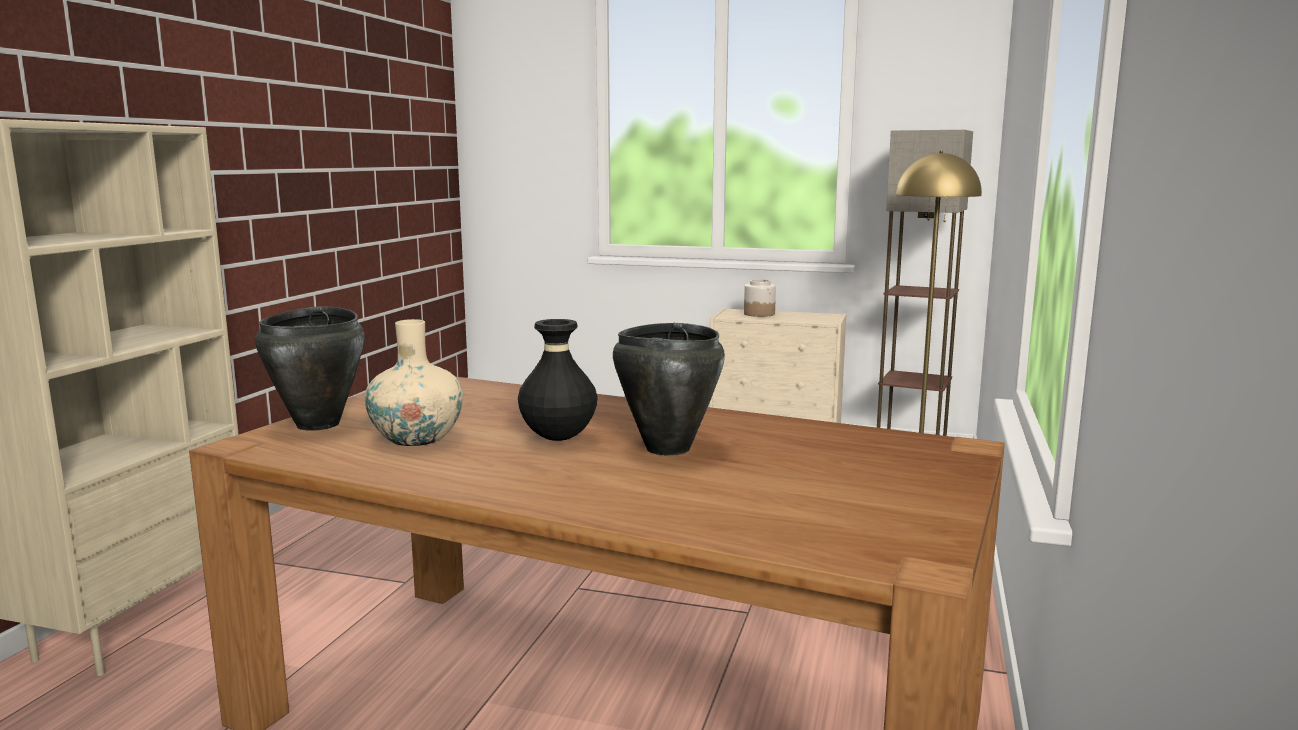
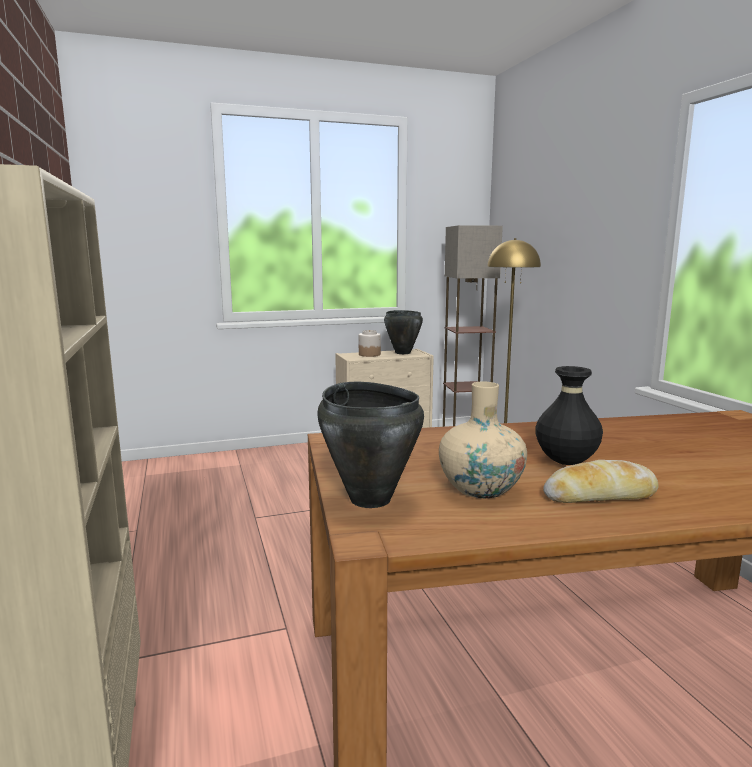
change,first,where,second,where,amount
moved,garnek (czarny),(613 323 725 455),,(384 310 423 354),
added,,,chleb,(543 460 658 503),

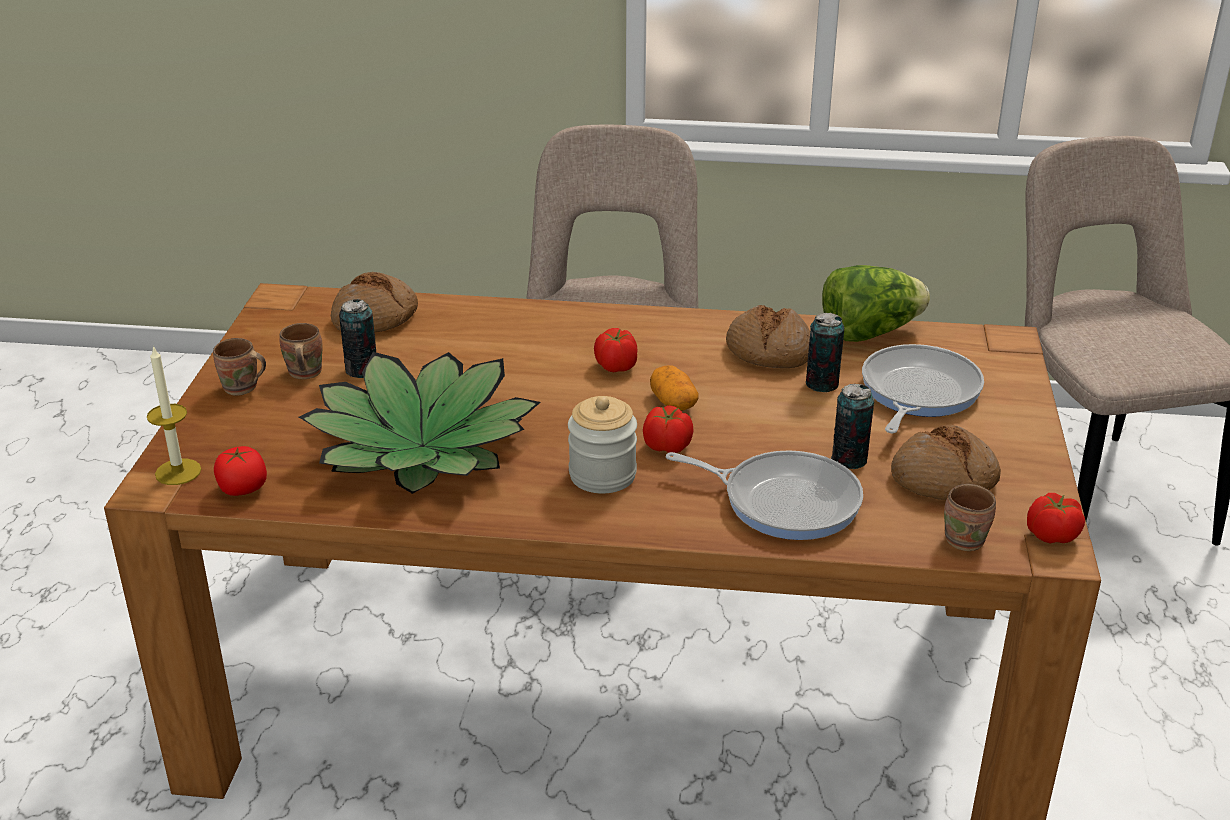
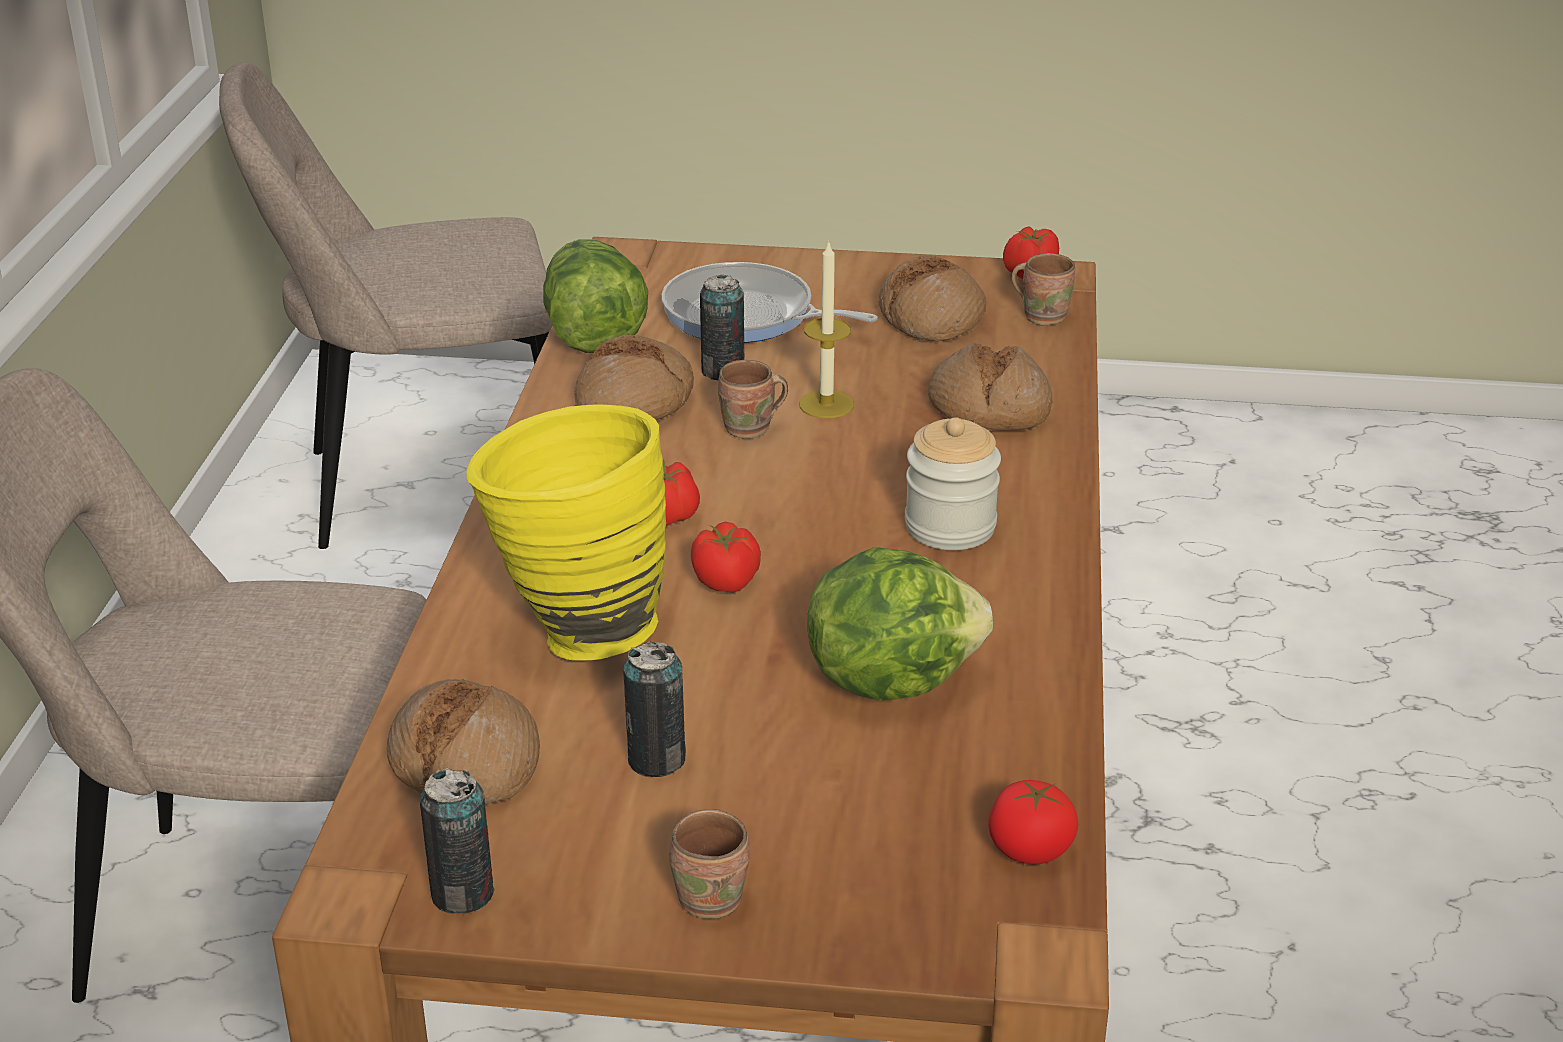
change,first,where,second,where,amount
moved,puszka,(831 384 874 469),,(420 768 495 914),
added,,,wazon (żółty),(466 404 666 661),
moved,pomidor,(643 405 694 453),,(691 522 761 593),
moved,kubek (brązowy),(279 323 322 379),,(718 360 788 439),
moved,świeca,(147 346 202 485),,(799 240 854 418),
replaced,roślina doniczkowa,(299 352 541 494),sałata,(807 547 993 701),
replaced,patelnia,(666 450 863 540),chleb,(928 343 1053 430),
removed,ziemniak,(650 365 699 411),,,

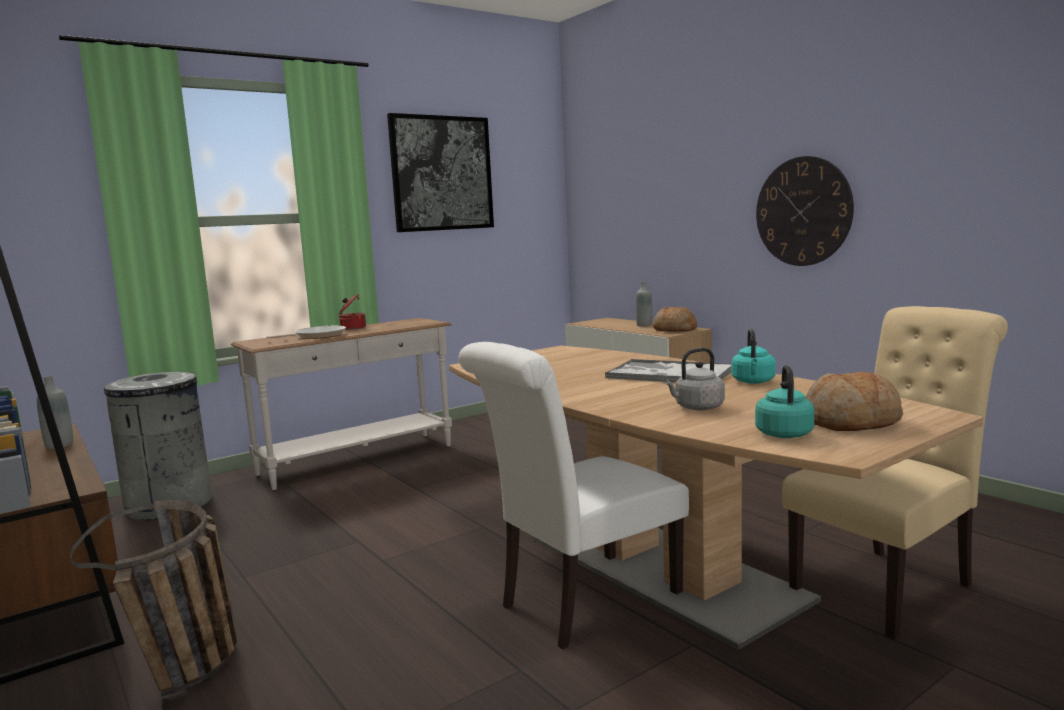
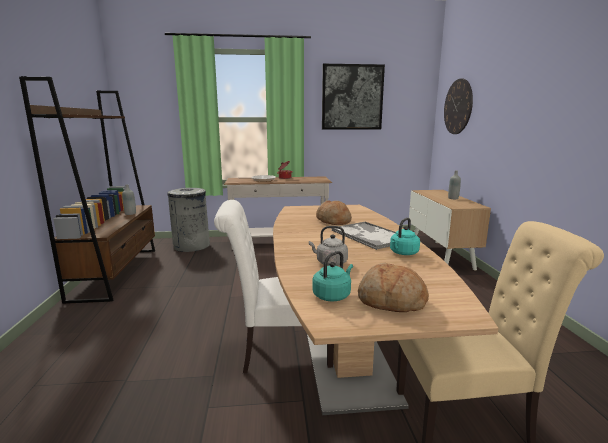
change,first,where,second,where,amount
moved,chleb,(652 307 697 332),,(316 200 352 225),
moved,zegar ścienny,(756 156 854 266),,(444 79 473 134),
removed,koszyk,(70 500 237 696),,,

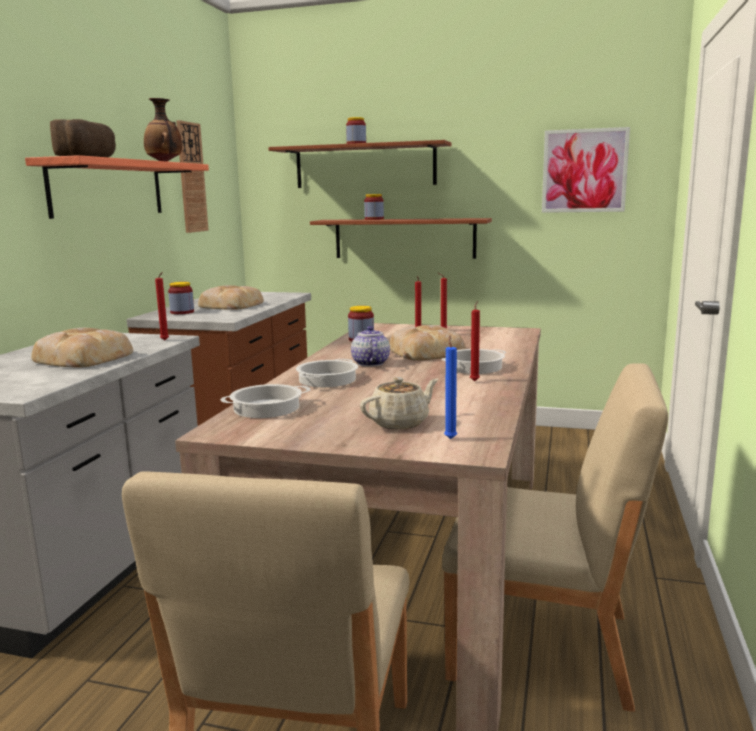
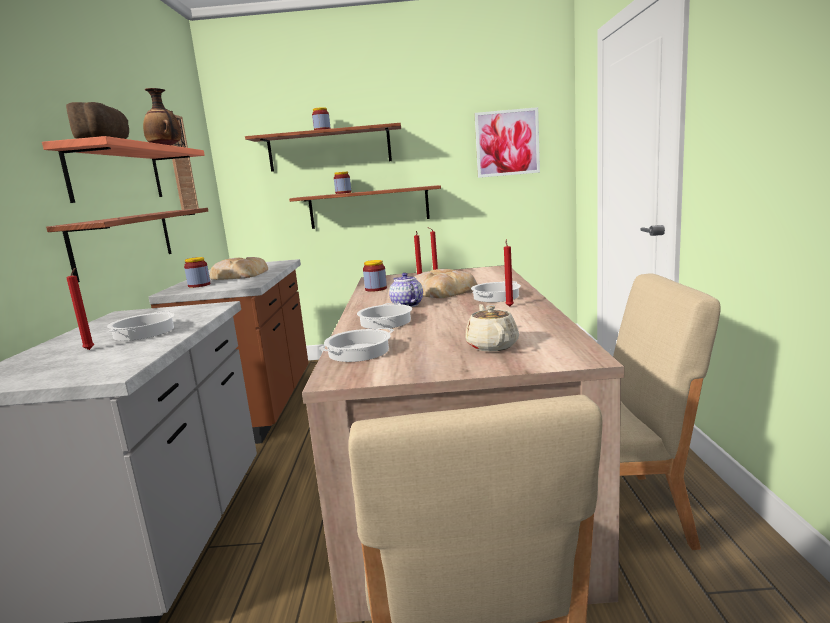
change,first,where,second,where,amount
added,,,półka,(46 208 208 282),
moved,świeca (czerwony),(155 272 169 340),,(66 268 94 350),
replaced,chleb,(31 328 133 368),garnek,(107 311 174 341),
turned,imbryk (beżowy),(360 377 438 429),,(465 304 519 352),45 degrees counterclockwise
removed,świeca (niebieski),(444 336 457 439),,,

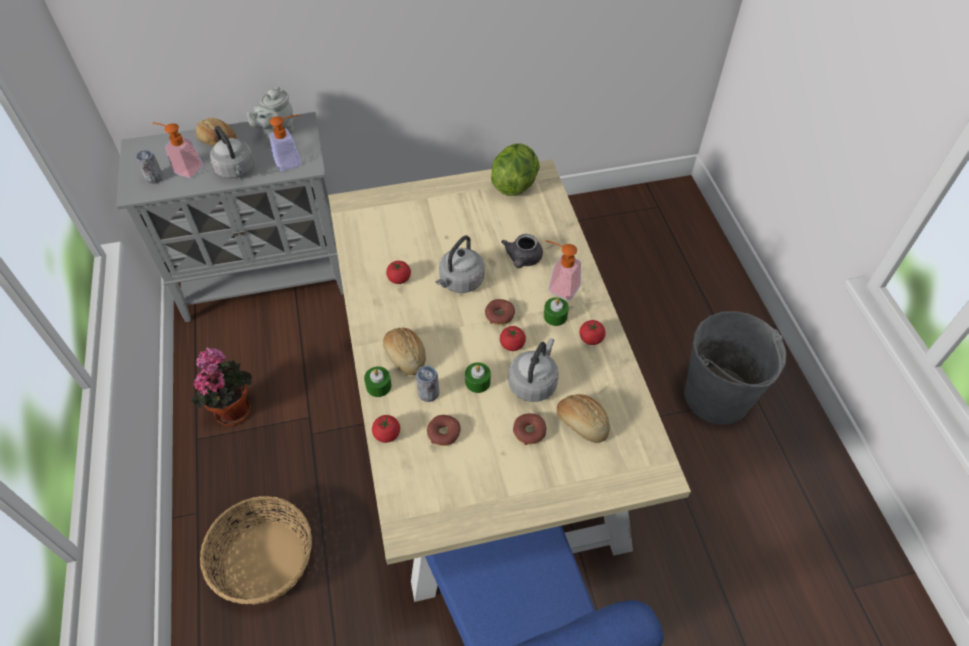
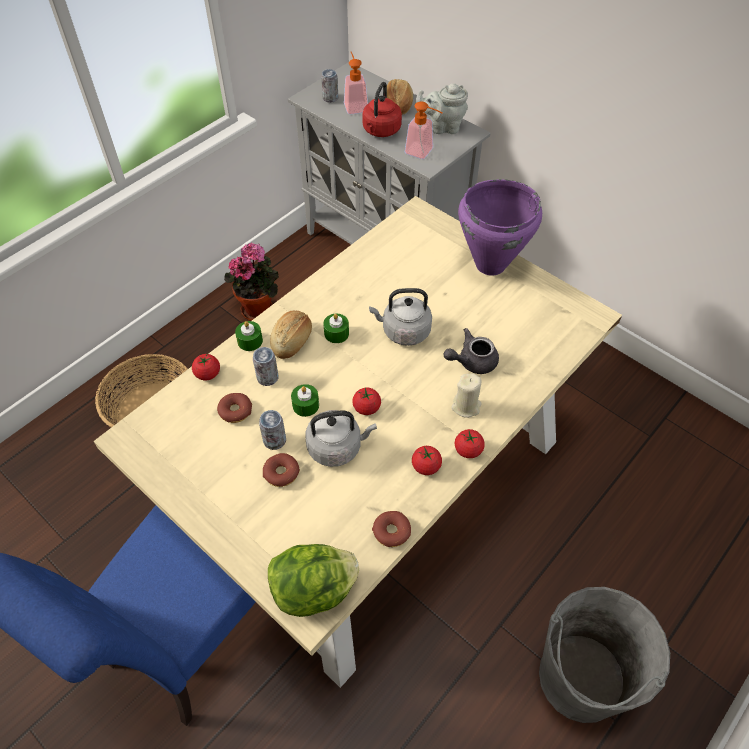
change,first,where,second,where,amount
added,,,puszka,(259 410 286 450),
moved,sałata,(491 143 540 196),,(268 544 359 617),
moved,świeca (zielony),(544 297 569 326),,(323 314 349 343),
recoloured,czajnik (szary),(210 126 254 179),czajnik (czerwony),(362 82 402 137),
moved,donut,(485 299 515 325),,(372 511 411 547),
replaced,dozownik mydła,(546 240 581 300),świeca (beżowy),(451 374 482 418),
moved,pomidor,(386 261 411 284),,(455 429 485 458),
added,,,garnek (fioletowy),(458 179 542 276),
removed,chleb,(557 394 610 443),,,

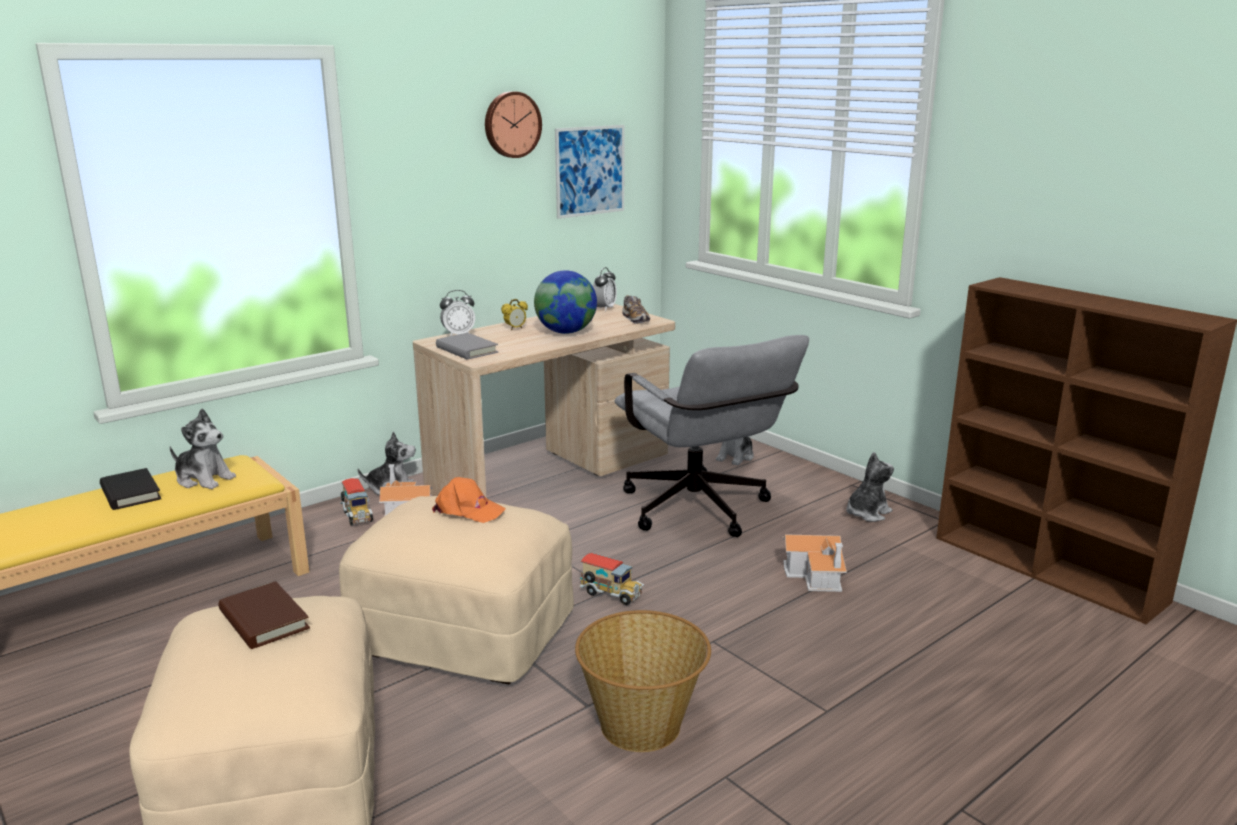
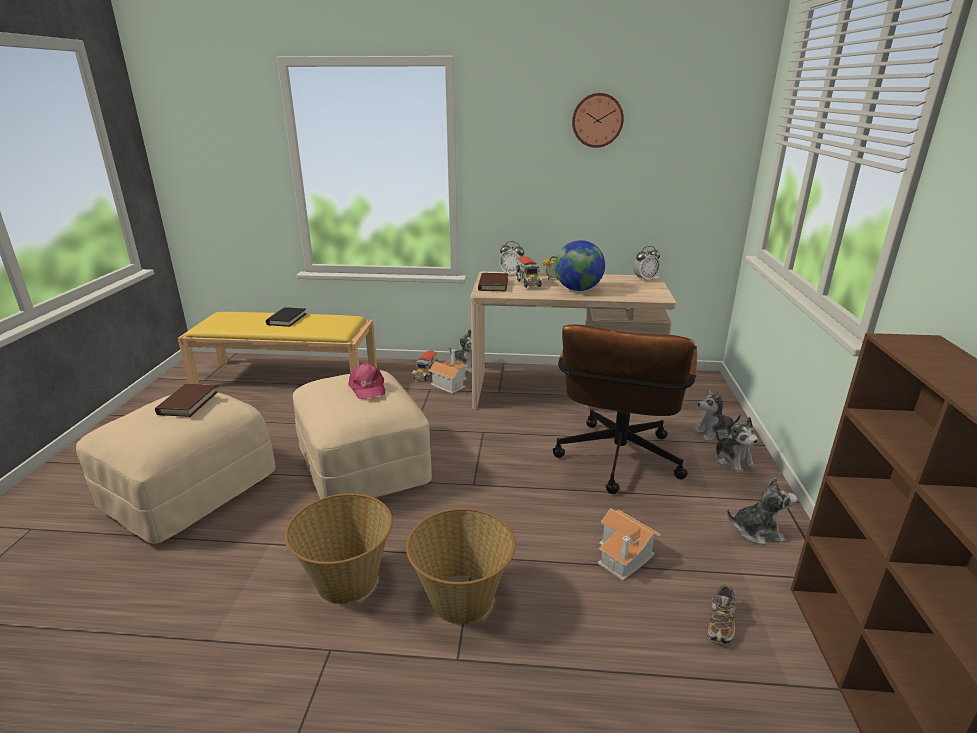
change,first,where,second,where,amount
recoloured,czapka z daszkiem (pomarańczowy),(432 477 506 523),czapka z daszkiem (różowy),(348 363 386 399),
added,,,koszyk,(406 508 516 624),
recoloured,książka (szary),(436 333 498 359),książka (brązowy),(478 273 508 291),
moved,ciężarówka zabawkowa,(580 553 644 605),,(515 256 542 288),
recoloured,krzesło biurowe (szary),(614 335 809 537),krzesło biurowe (brązowy),(553 324 697 494),
moved,but,(622 295 650 324),,(707 583 736 644),
moved,pluszak,(170 409 236 489),,(715 417 759 474),
removed,obraz,(555 125 624 219),,,

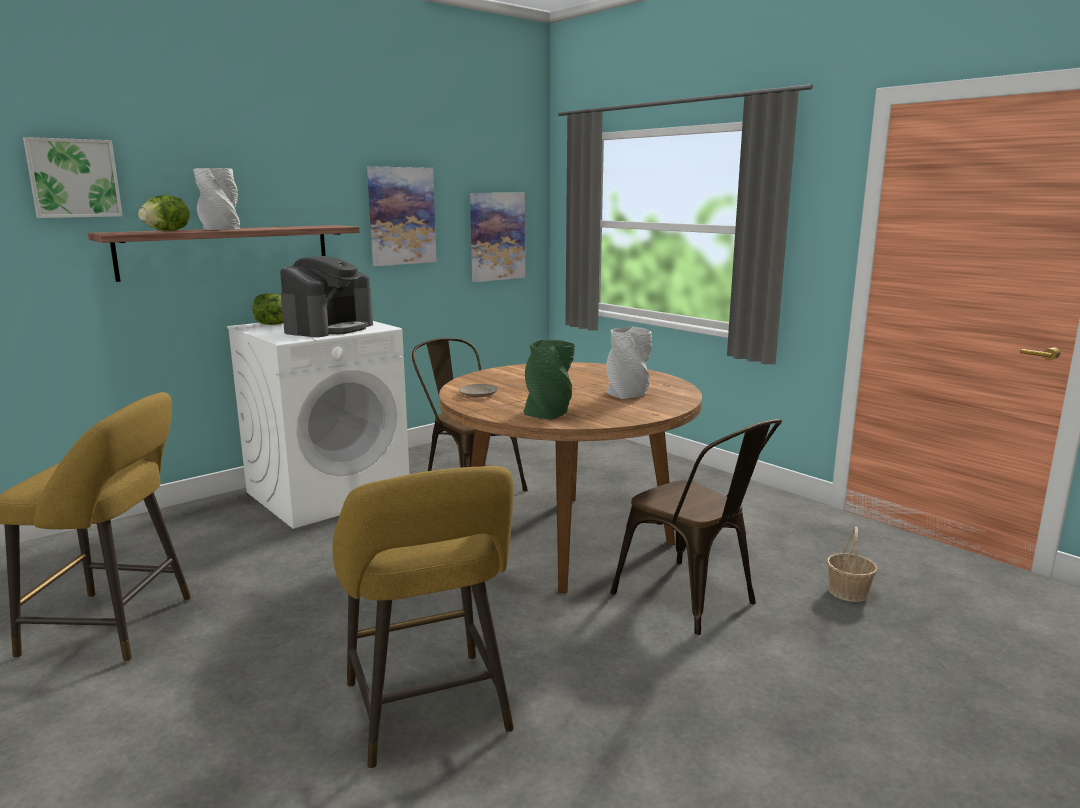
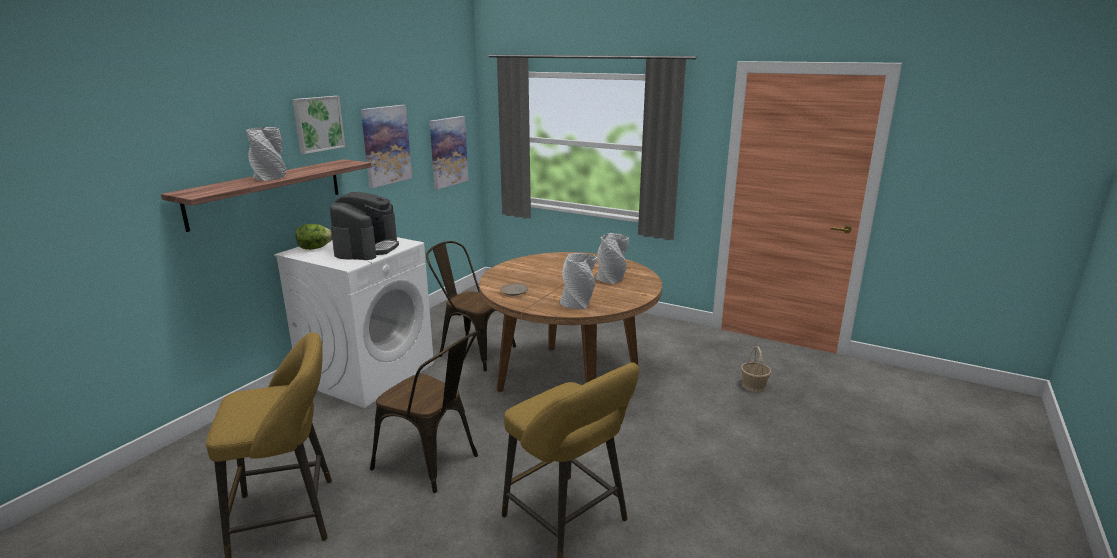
change,first,where,second,where,amount
moved,obraz,(23 137 123 218),,(292 96 345 154),
moved,krzesło (brązowy),(611 419 782 635),,(370 331 478 493),
recoloured,wazon (zielony),(524 339 575 420),wazon (szary),(560 253 597 309),
removed,sałata,(138 195 190 231),,,

